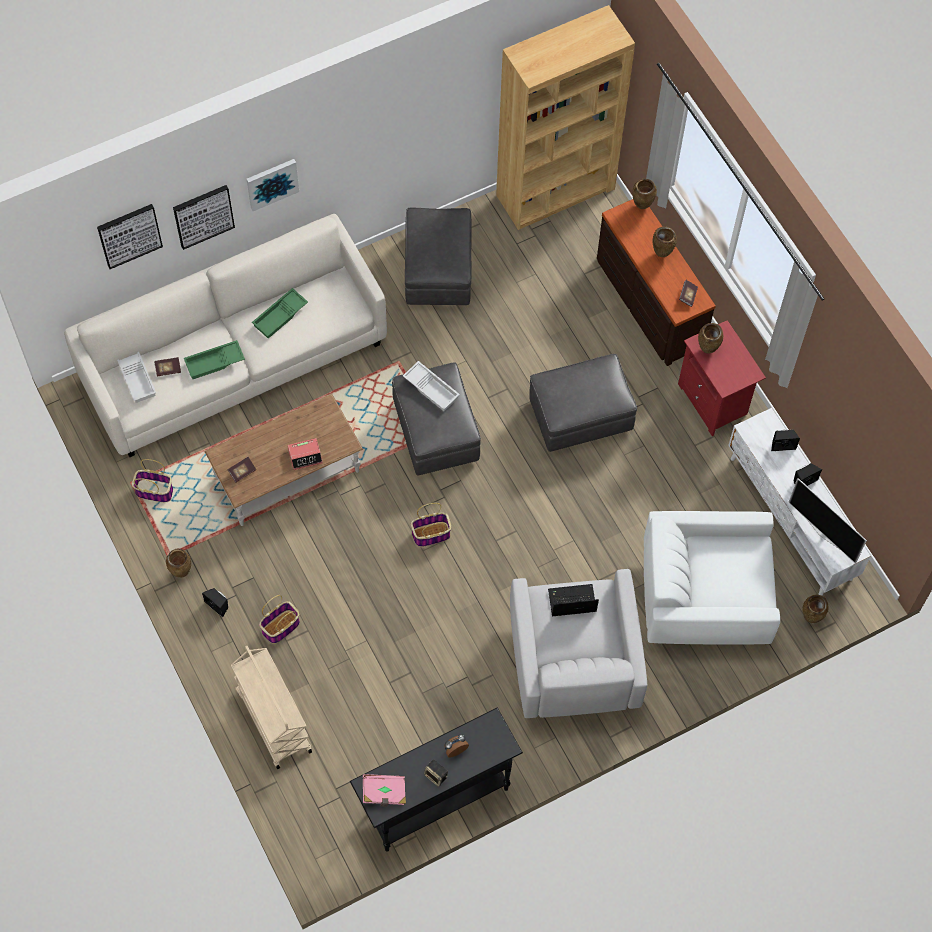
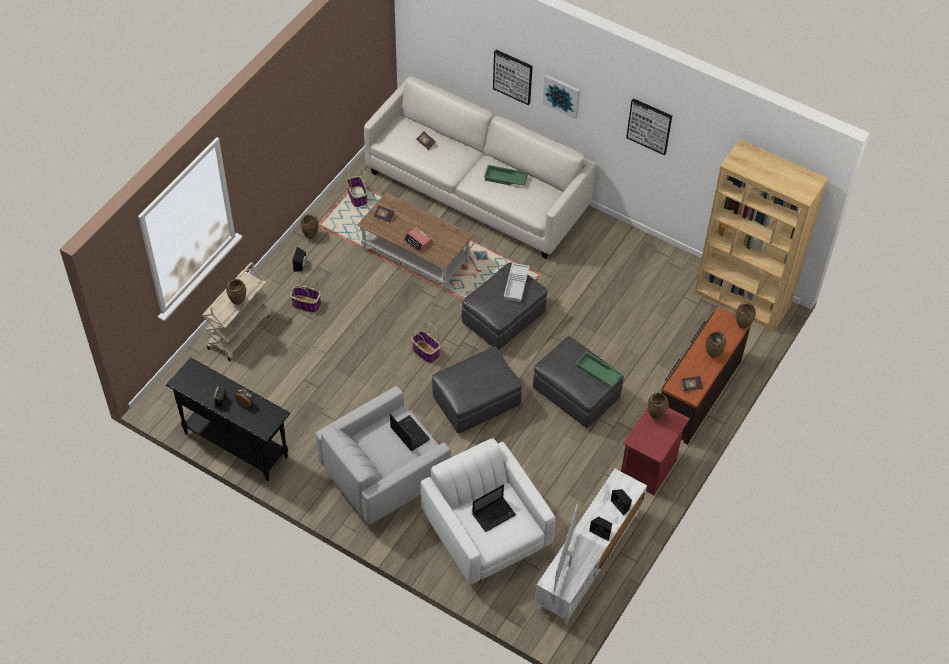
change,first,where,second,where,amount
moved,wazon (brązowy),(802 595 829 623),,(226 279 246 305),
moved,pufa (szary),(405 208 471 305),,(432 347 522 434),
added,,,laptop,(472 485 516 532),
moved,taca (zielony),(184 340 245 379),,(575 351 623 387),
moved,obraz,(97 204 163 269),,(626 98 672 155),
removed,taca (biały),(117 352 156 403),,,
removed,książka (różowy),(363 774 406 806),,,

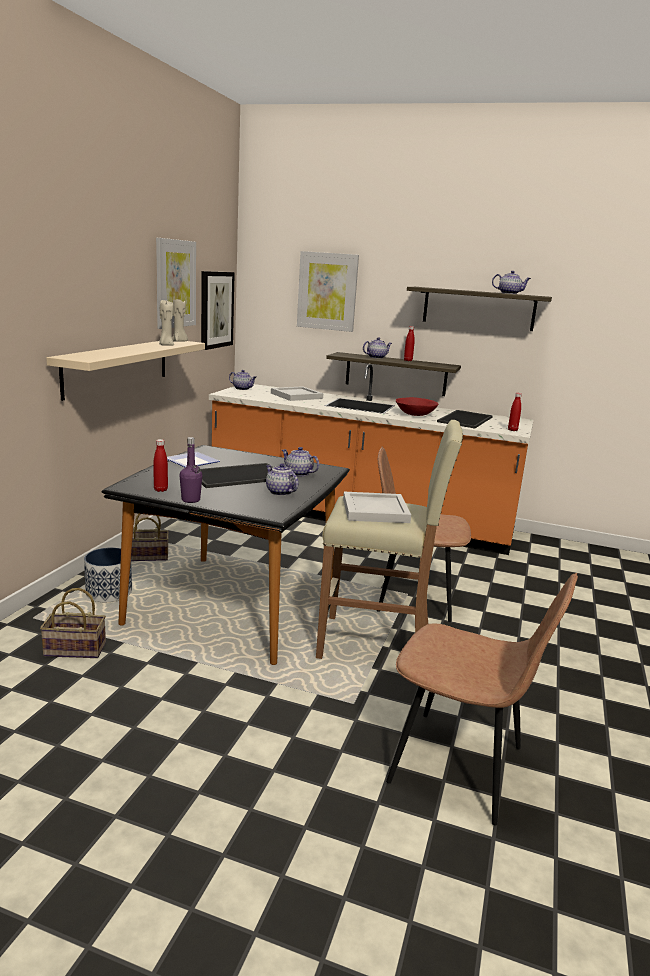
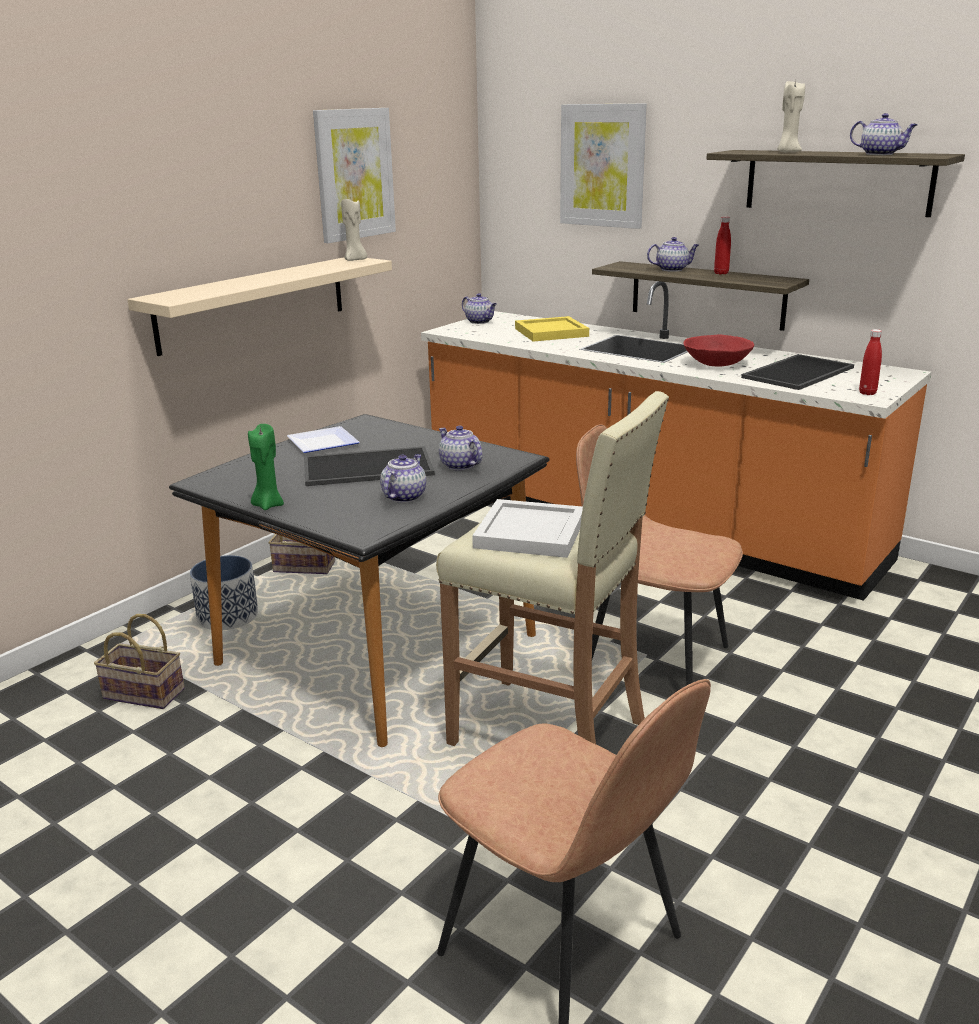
change,first,where,second,where,amount
replaced,butelka (fioletowy),(179 437 202 503),świeca (zielony),(248 424 284 510),
turned,imbryk,(266 463 299 496),,(380 454 426 503),45 degrees clockwise
recoloured,taca (biały),(271 386 323 401),taca (żółty),(515 316 589 342),
moved,świeca (beżowy),(159 299 174 346),,(777 80 805 152),
removed,butelka (czerwony),(153 439 168 492),,,
removed,obraz,(201 271 235 350),,,

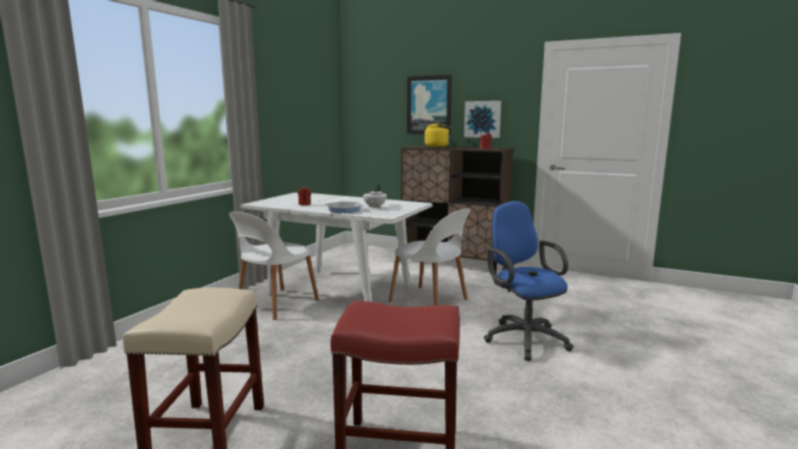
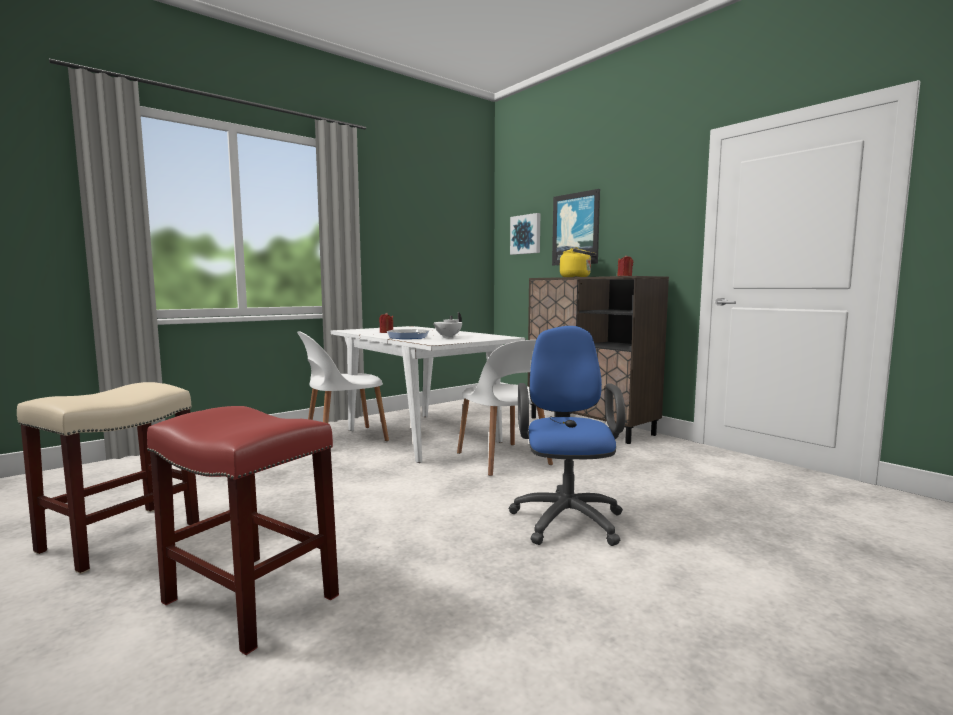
change,first,where,second,where,amount
moved,obraz,(464 101 501 138),,(510 213 540 255),

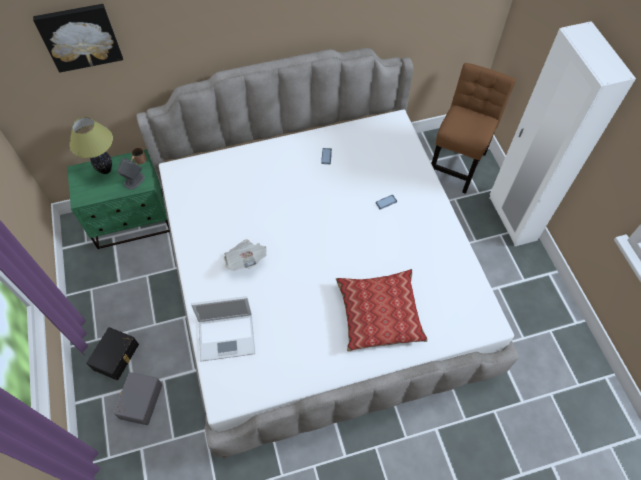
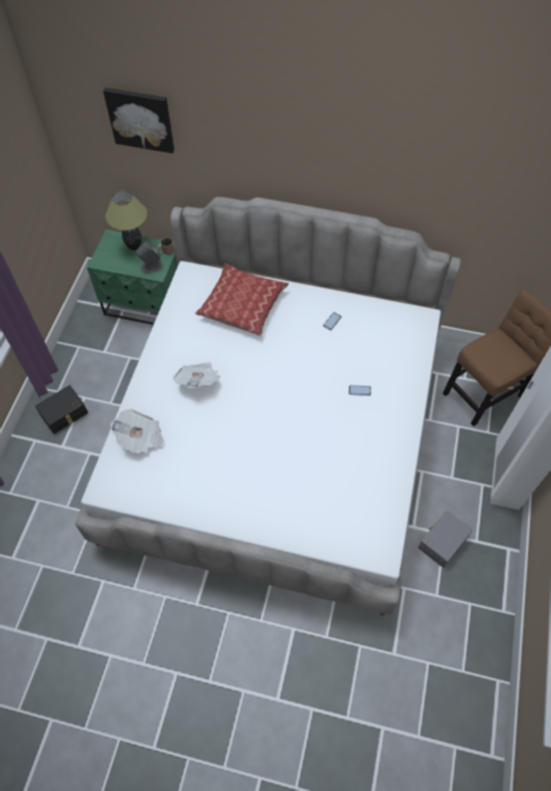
change,first,where,second,where,amount
replaced,laptop,(191 296 255 362),gazeta,(111 409 165 454),
moved,poduszka,(336 269 428 351),,(195 263 289 336),
moved,pojemnik do przechowywania (szary),(114 372 163 425),,(418 510 473 568),

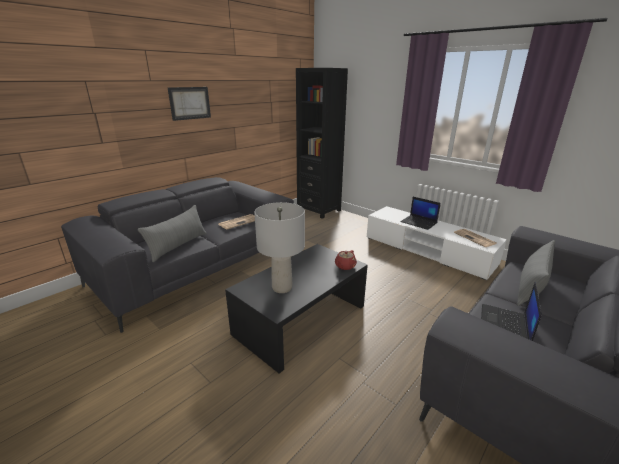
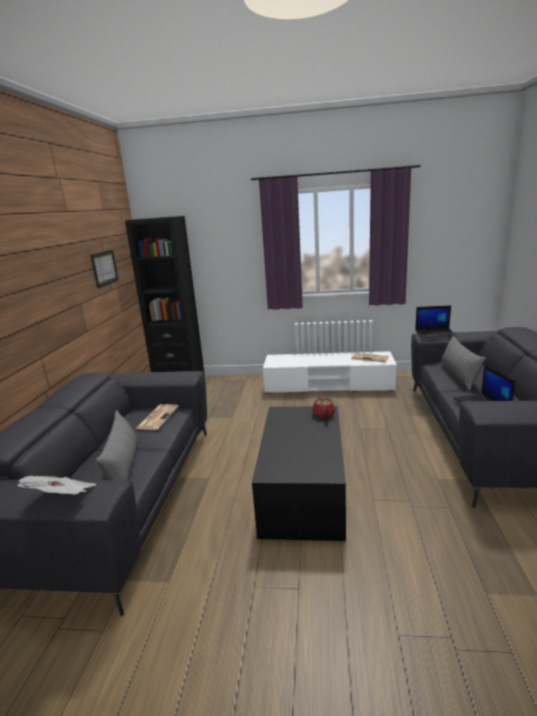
change,first,where,second,where,amount
added,,,gazeta,(17 476 96 494),
moved,obraz,(168 87 211 121),,(90 250 119 289),
moved,laptop,(400 197 441 230),,(415 306 457 338),
removed,lampa stołowa (szary),(254 202 305 293),,,

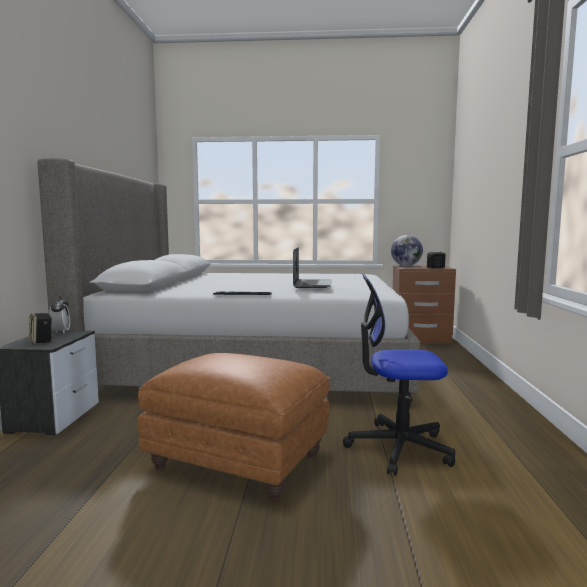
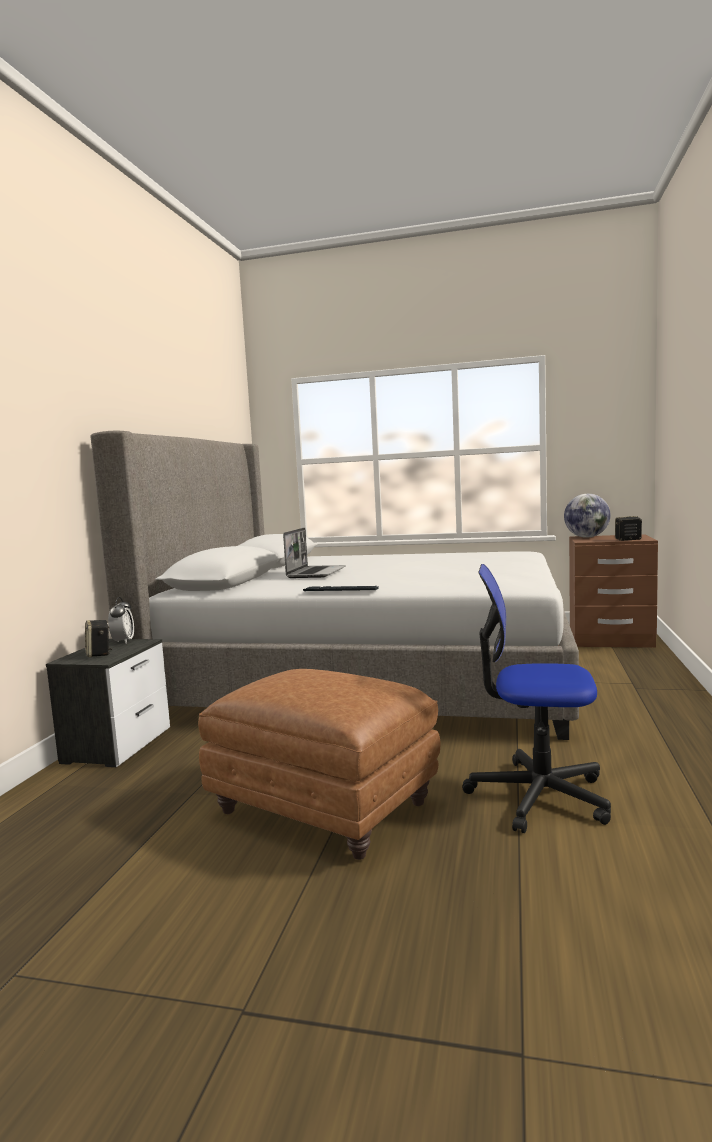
change,first,where,second,where,amount
moved,laptop,(293 247 332 288),,(283 527 346 578),

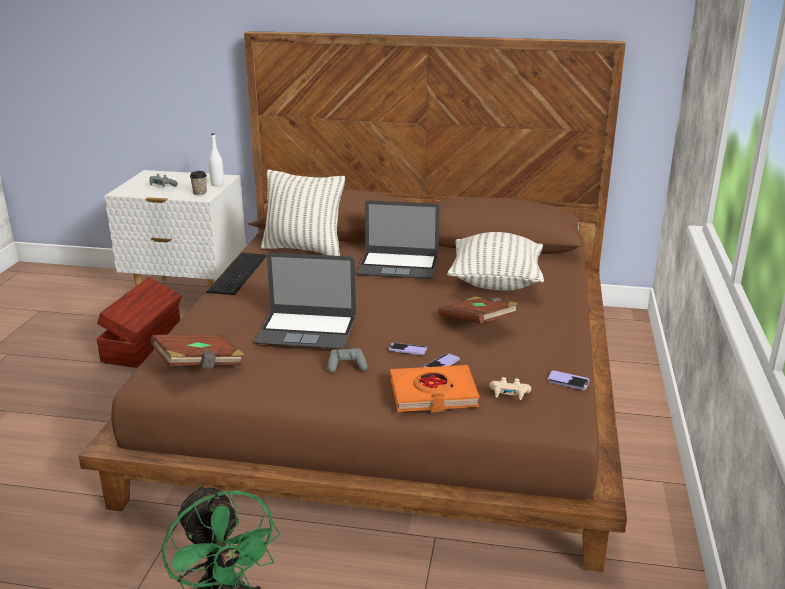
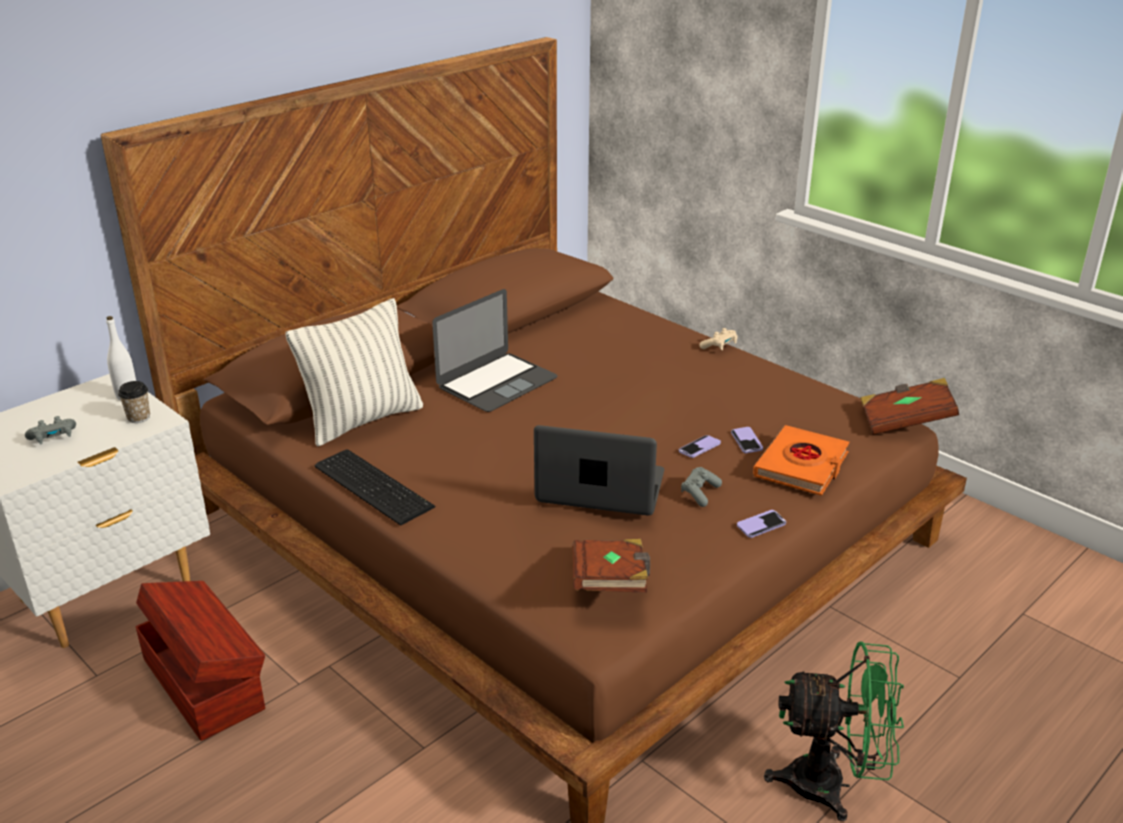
change,first,where,second,where,amount
turned,laptop,(254 253 356 349),,(534 425 664 515),120 degrees counterclockwise
moved,pad do gier (beżowy),(489 377 531 400),,(700 328 737 350),
moved,telefon,(547 371 590 390),,(737 510 786 538),
moved,książka (brązowy),(439 296 518 323),,(860 378 959 435),
removed,poduszka,(447 232 544 291),,,

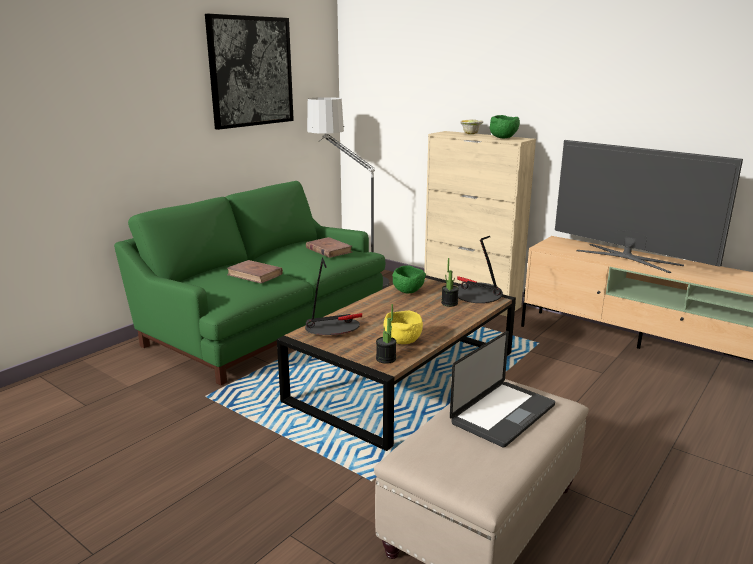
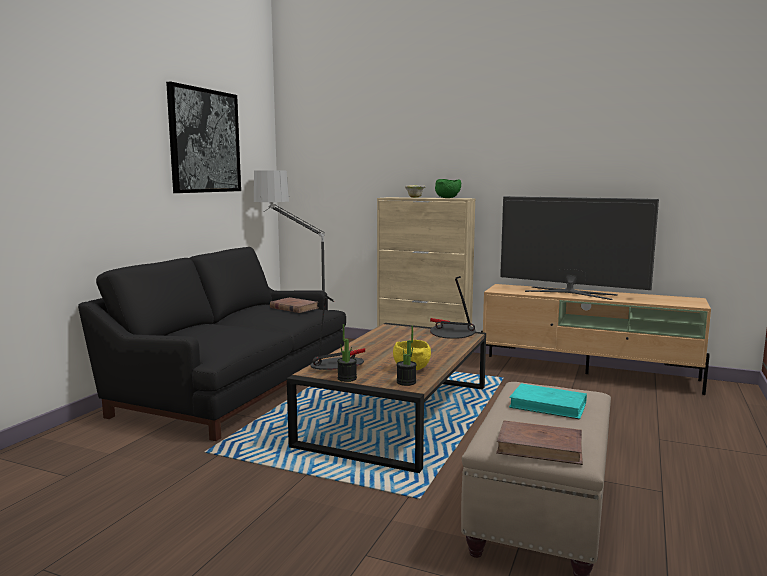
change,first,where,second,where,amount
recoloured,kanapa (zielony),(114 181 385 385),kanapa (czarny),(78 247 346 441),
moved,roślina doniczkowa,(441 258 459 307),,(337 324 357 382),
moved,książka (brązowy),(226 260 283 284),,(496 420 583 465),
replaced,laptop,(450 331 555 447),książka (turkusowy),(509 383 587 420),
removed,miska (zielony),(392 266 426 293),,,

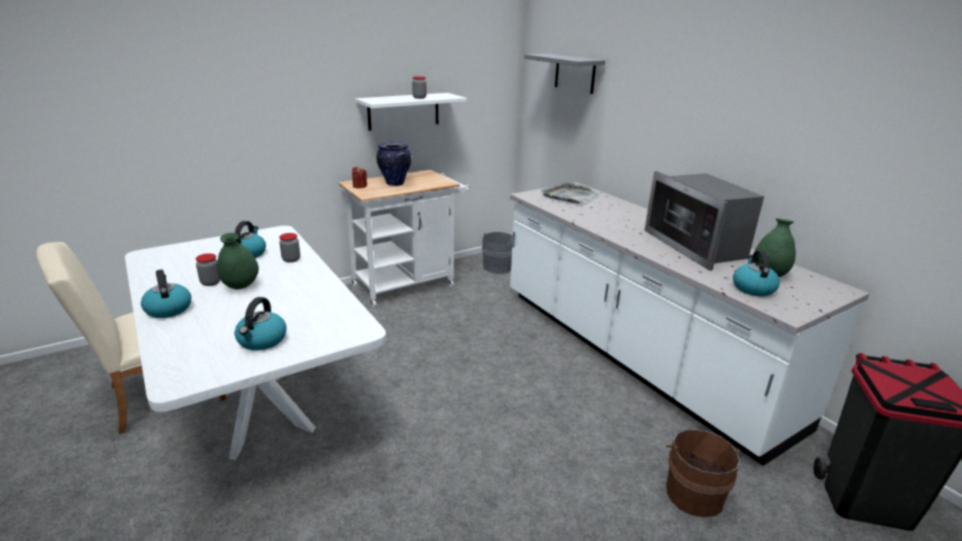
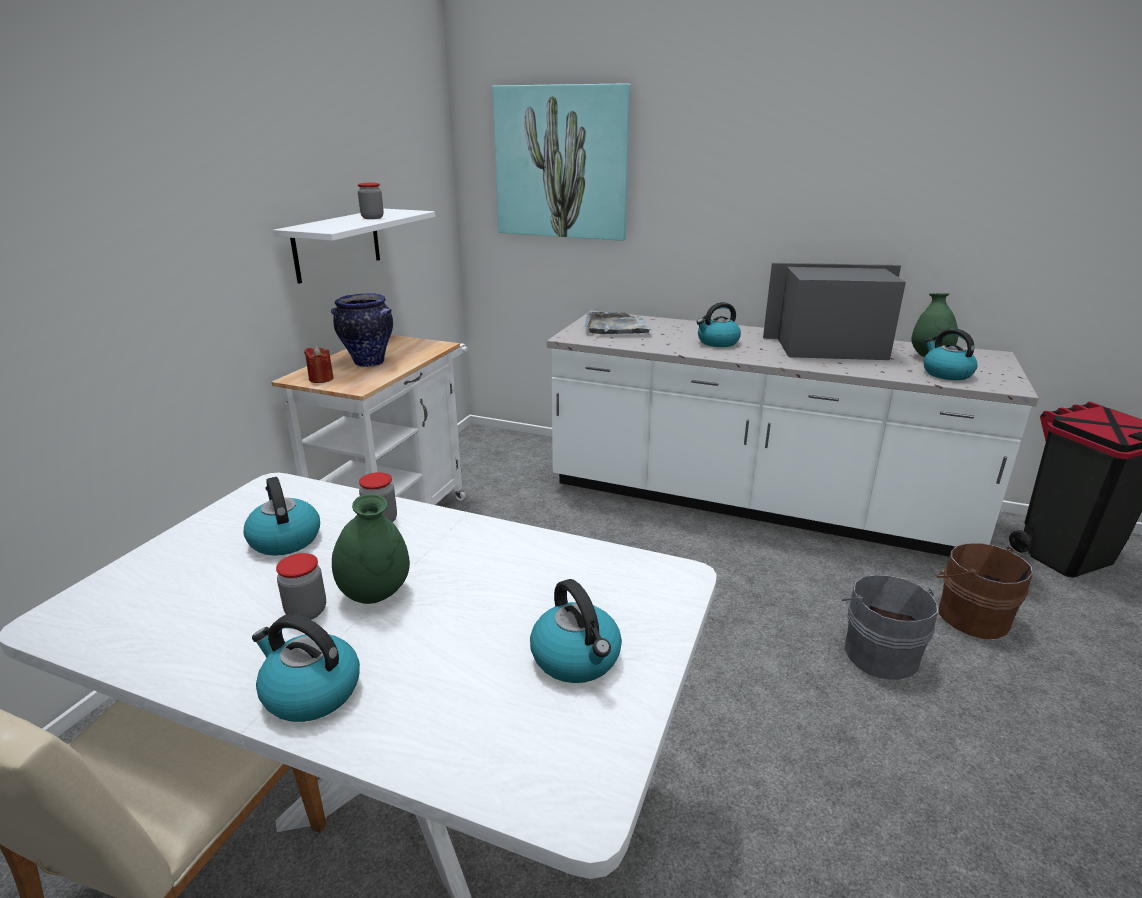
change,first,where,second,where,amount
replaced,półka (szary),(524 54 605 94),obraz,(492 83 631 241),
added,,,czajnik,(696 302 741 347),
turned,mikrofalówka,(644 171 764 271),,(763 263 906 360),150 degrees clockwise
moved,wiadro (szary),(482 232 513 274),,(842 575 938 680),

